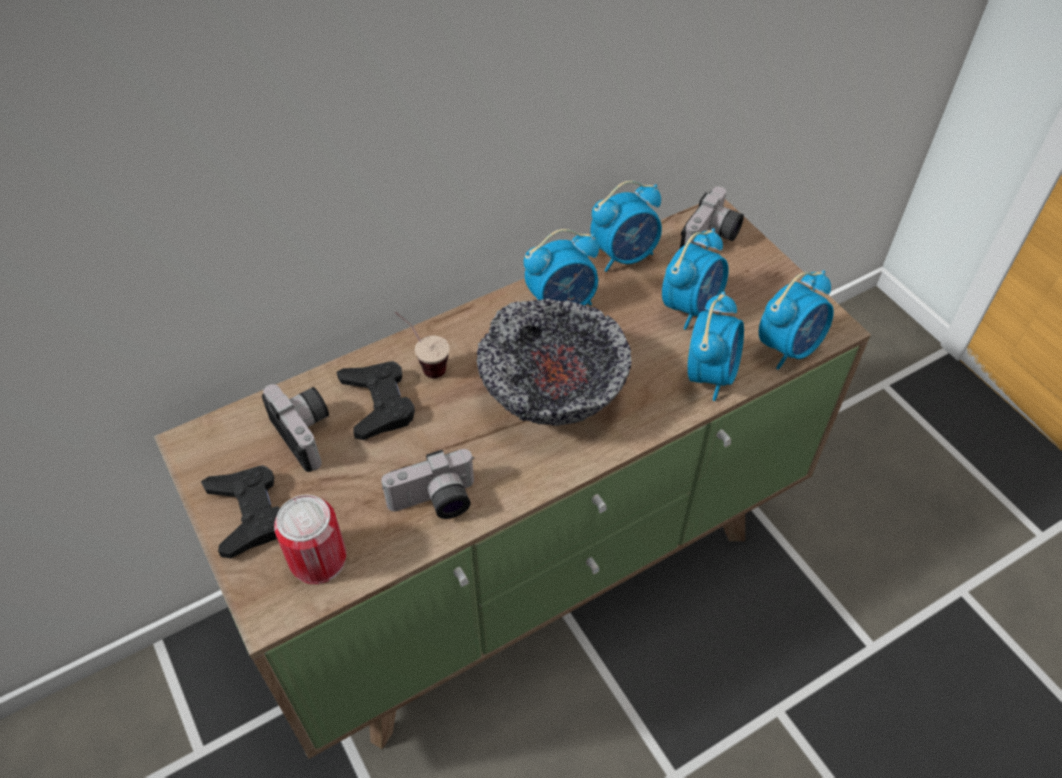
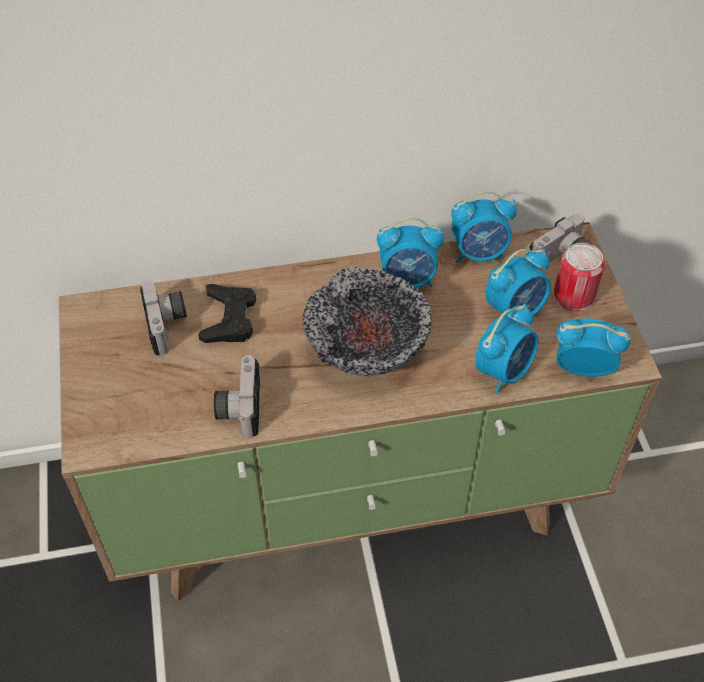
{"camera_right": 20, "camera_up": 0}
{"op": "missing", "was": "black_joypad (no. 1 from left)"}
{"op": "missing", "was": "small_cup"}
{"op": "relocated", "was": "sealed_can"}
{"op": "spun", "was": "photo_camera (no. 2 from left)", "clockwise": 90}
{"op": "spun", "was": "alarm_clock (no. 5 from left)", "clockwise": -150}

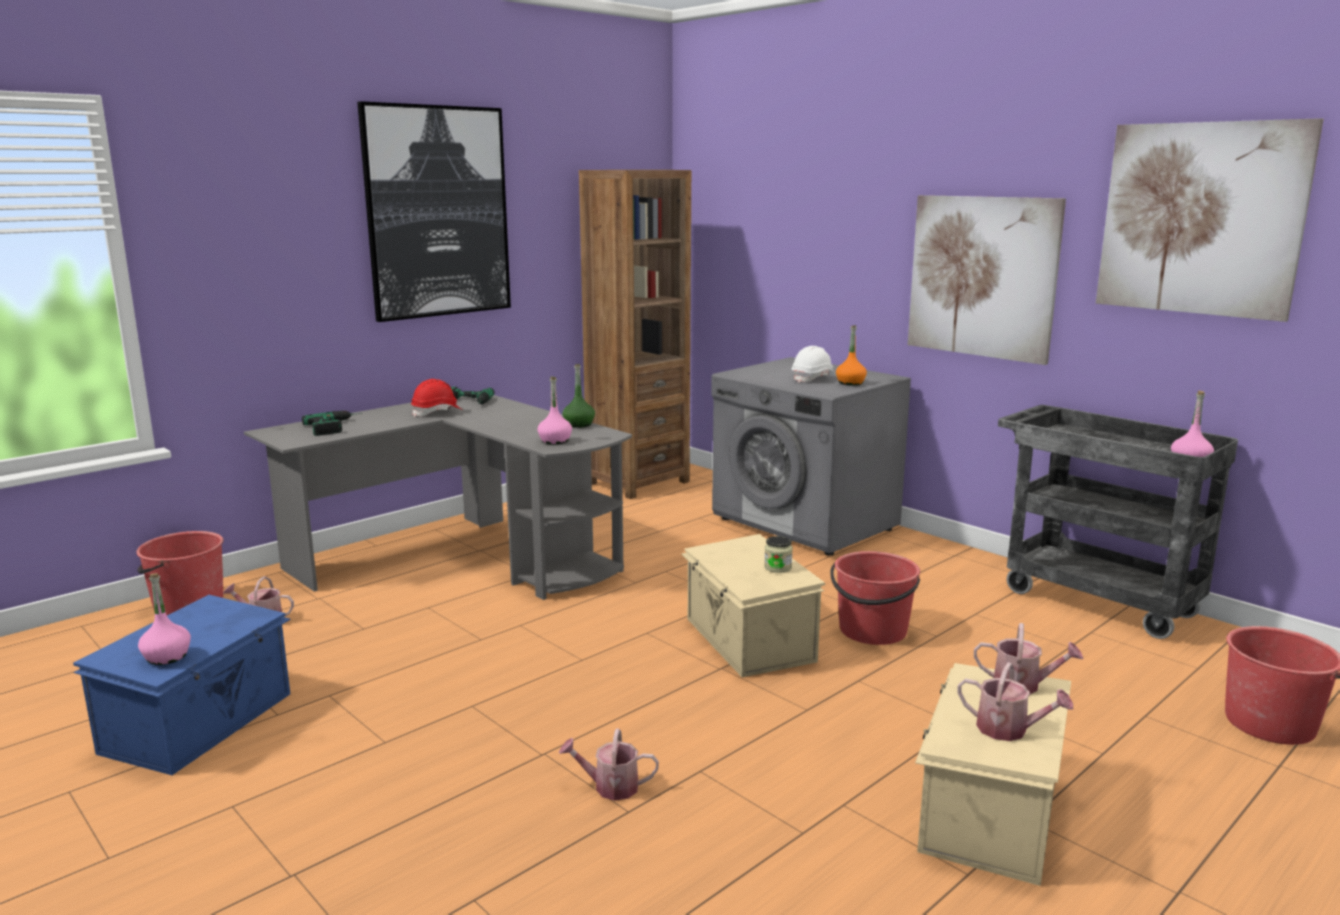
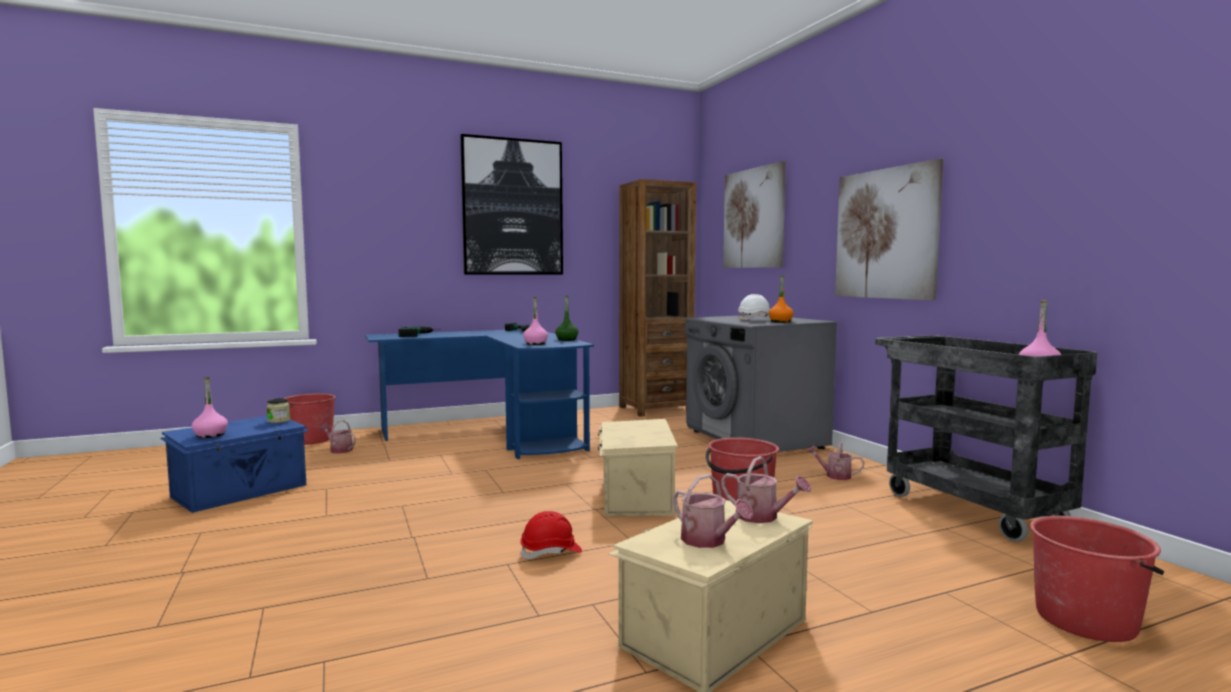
{"camera_right": 20, "camera_up": -10}
{"op": "relocated", "was": "reddish_hard_hat"}
{"op": "relocated", "was": "sprinkling_can (no. 2 from left in the first image)", "now": "sprinkling_can (no. 4 from left)"}
{"op": "relocated", "was": "jar"}
{"op": "relocated", "was": "wall_art (no. 3 from left in the first image)", "now": "wall_art (no. 2 from left)"}
{"op": "colour", "was": "gray_desk", "now": "blue_desk"}

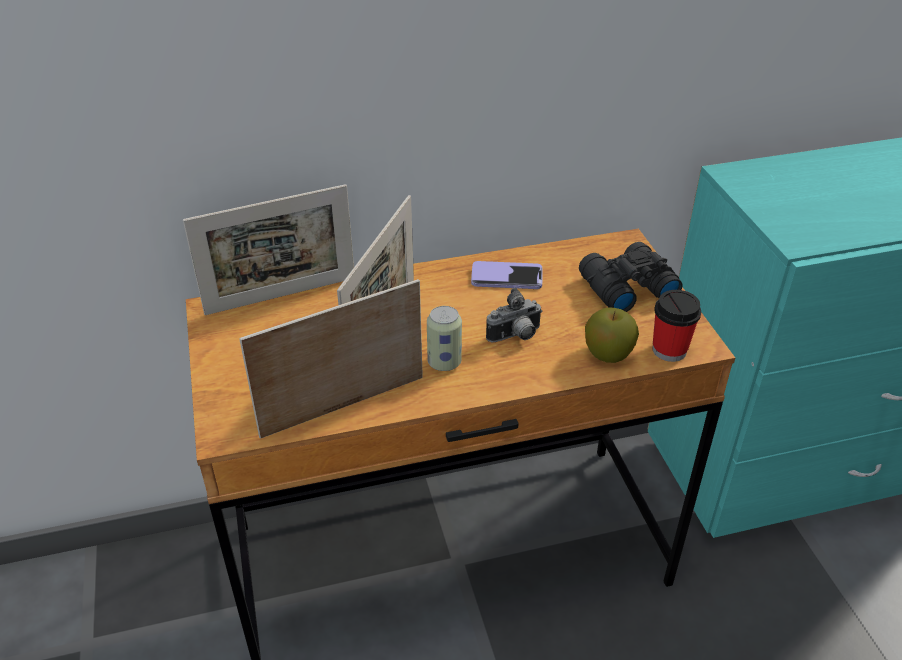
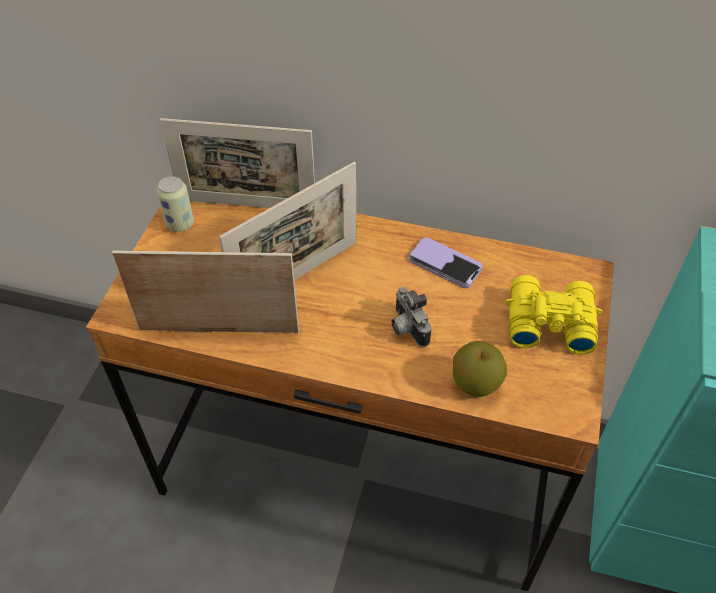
{"camera_right": 30, "camera_up": 10}
{"op": "missing", "was": "small_cup"}
{"op": "relocated", "was": "sealed_can"}
{"op": "colour", "was": "black_field_glasses", "now": "yellow-coloured_field_glasses"}
{"op": "spun", "was": "photo_camera", "clockwise": 60}

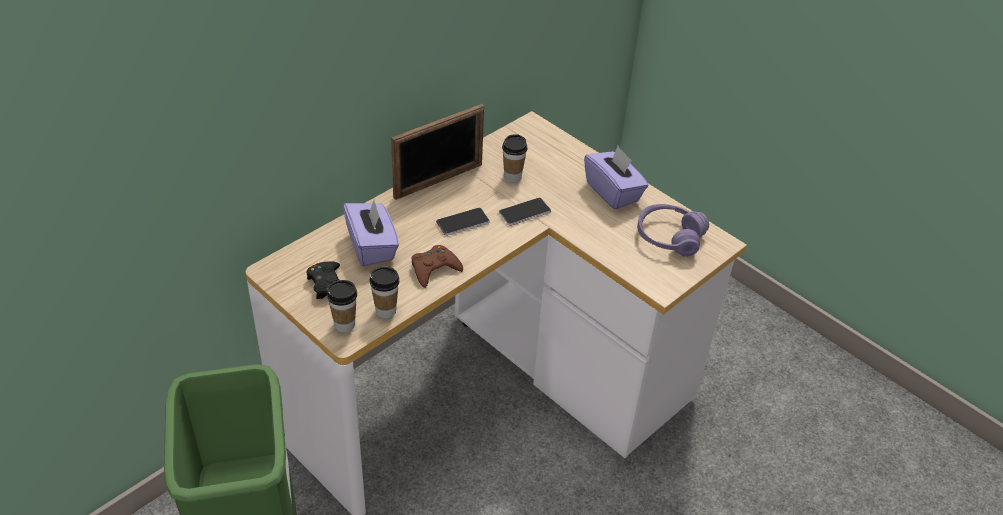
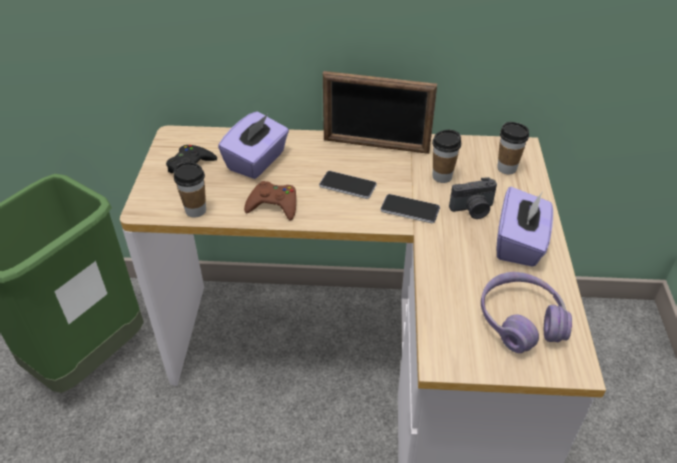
{"camera_right": 50, "camera_up": 0}
{"op": "appeared", "now": "photo_camera"}
{"op": "relocated", "was": "small_cup (no. 1 from left in the first image)", "now": "small_cup (no. 3 from left)"}

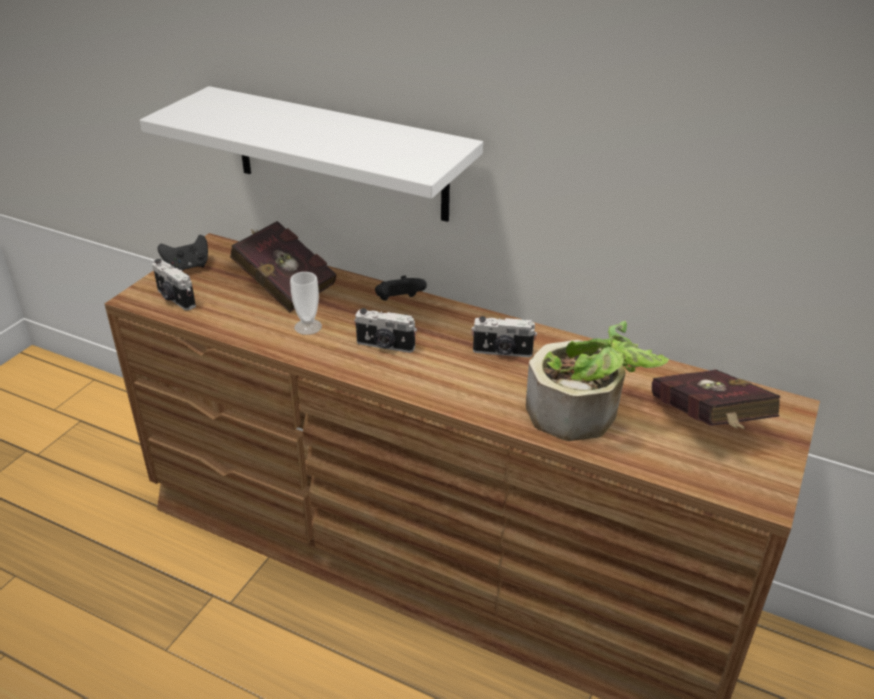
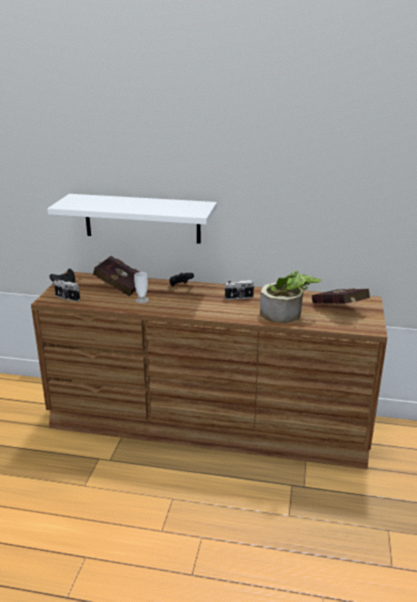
{"camera_right": -15, "camera_up": -10}
{"op": "missing", "was": "photo_camera (no. 2 from left)"}

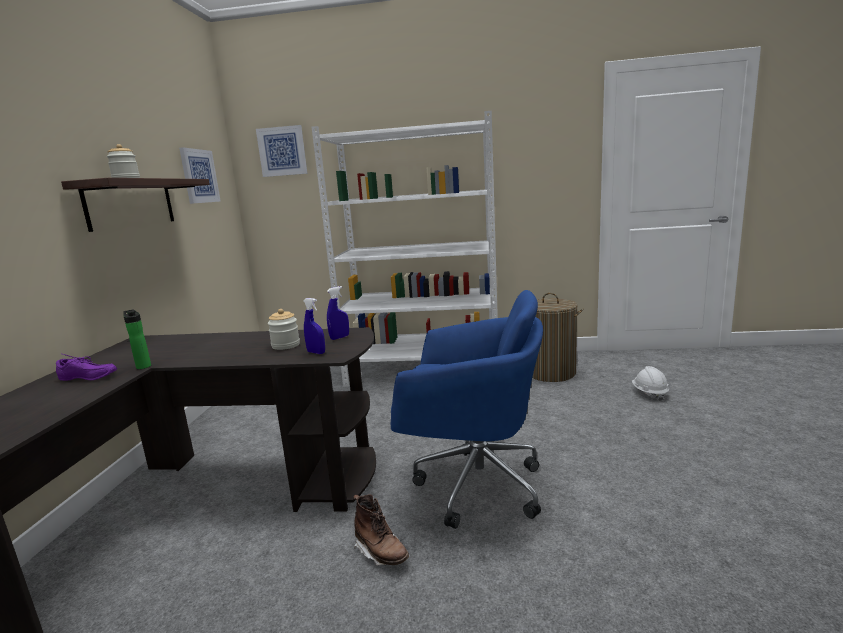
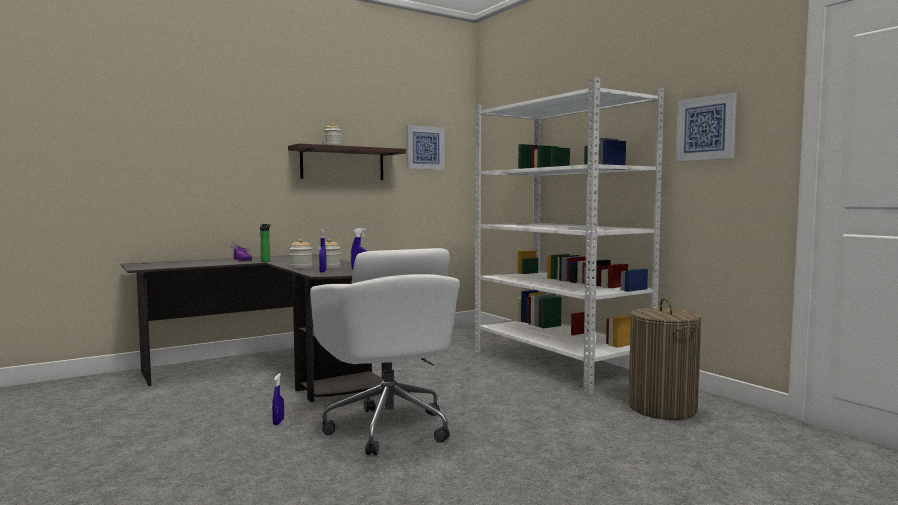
{"camera_right": 50, "camera_up": -10}
{"op": "missing", "was": "whitish_hard_hat"}
{"op": "appeared", "now": "jar (no. 1 from left)"}
{"op": "relocated", "was": "wall_art (no. 2 from left)"}
{"op": "exchanged", "was": "brownish_high-top_boot", "now": "blue_sprayer (no. 1 from left)"}
{"op": "colour", "was": "blue_desk_chair", "now": "whitish_desk_chair"}

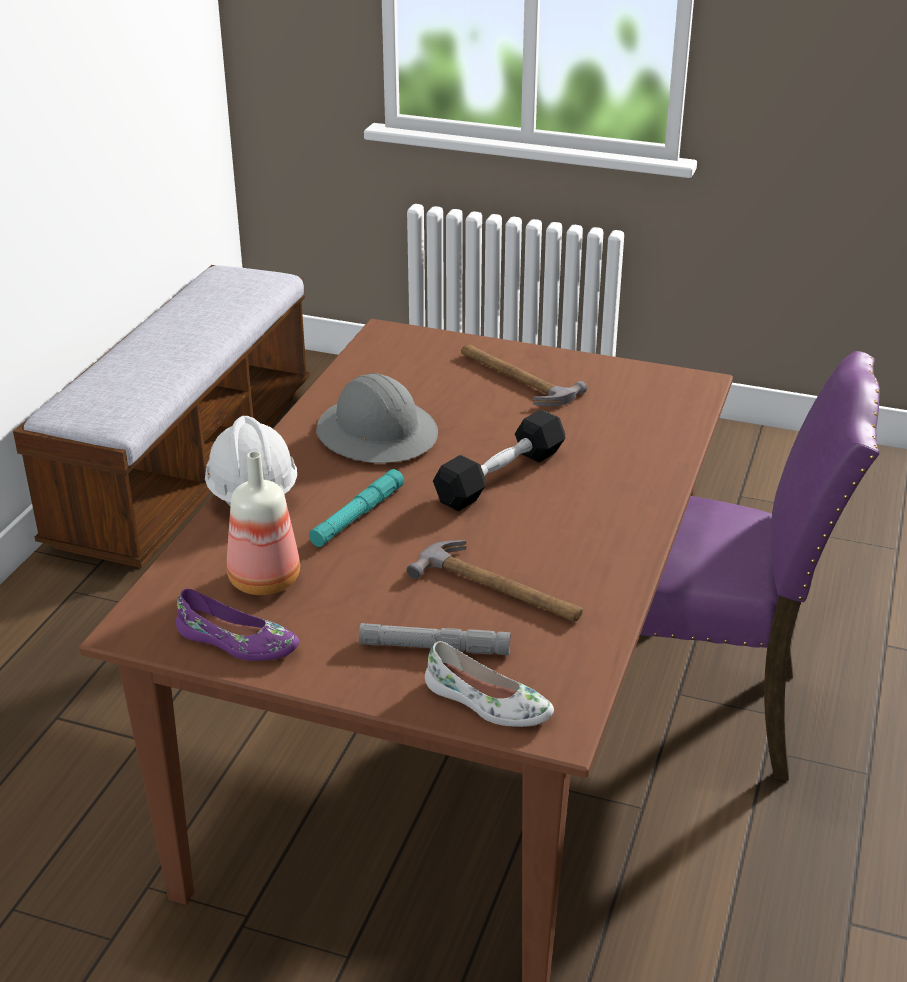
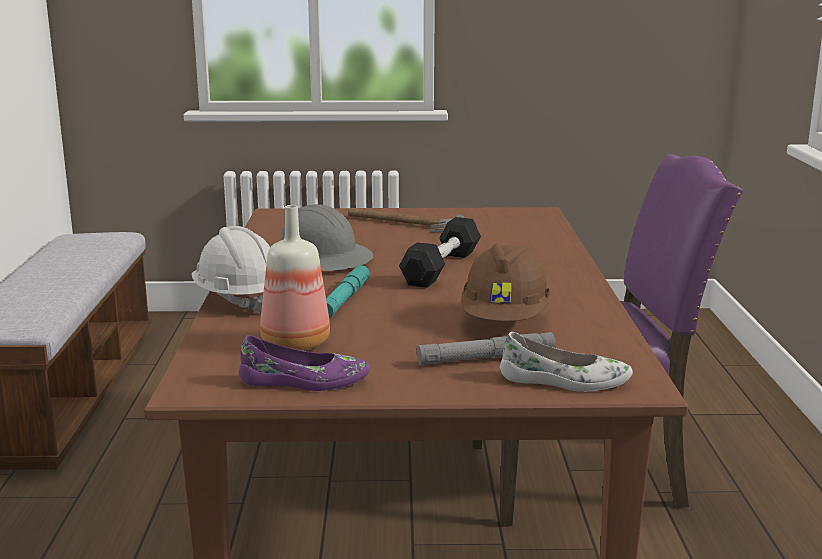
{"camera_right": -20, "camera_up": -15}
{"op": "exchanged", "was": "tool_hammer (no. 1 from left)", "now": "brownish_hard_hat"}

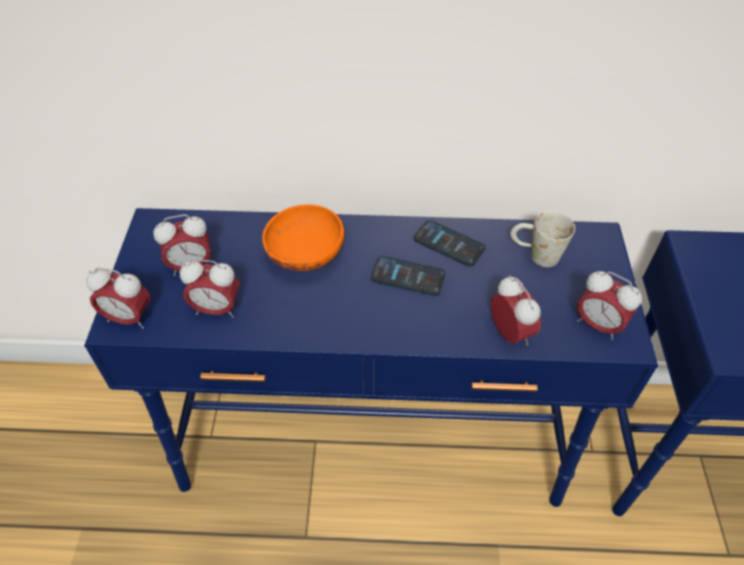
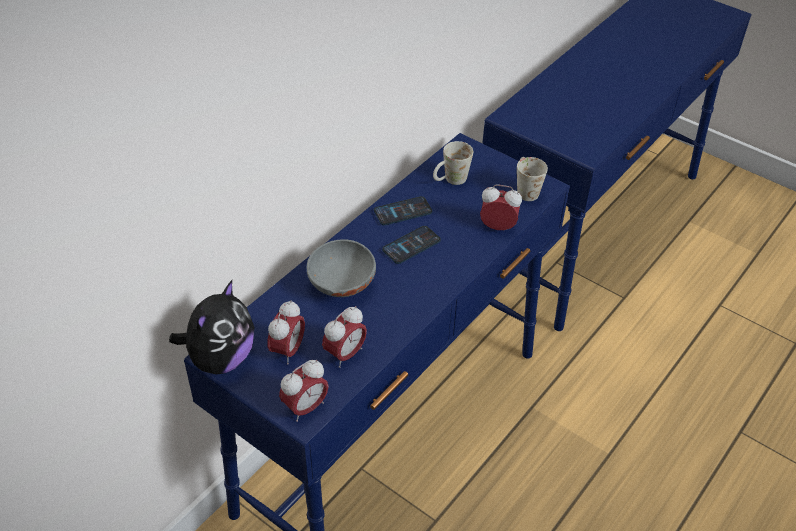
{"camera_right": -55, "camera_up": -5}
{"op": "appeared", "now": "soft_toy"}
{"op": "exchanged", "was": "alarm_clock (no. 5 from left)", "now": "whitish_mug (no. 2 from left)"}
{"op": "colour", "was": "orange-coloured_serving_bowl", "now": "gray_serving_bowl"}

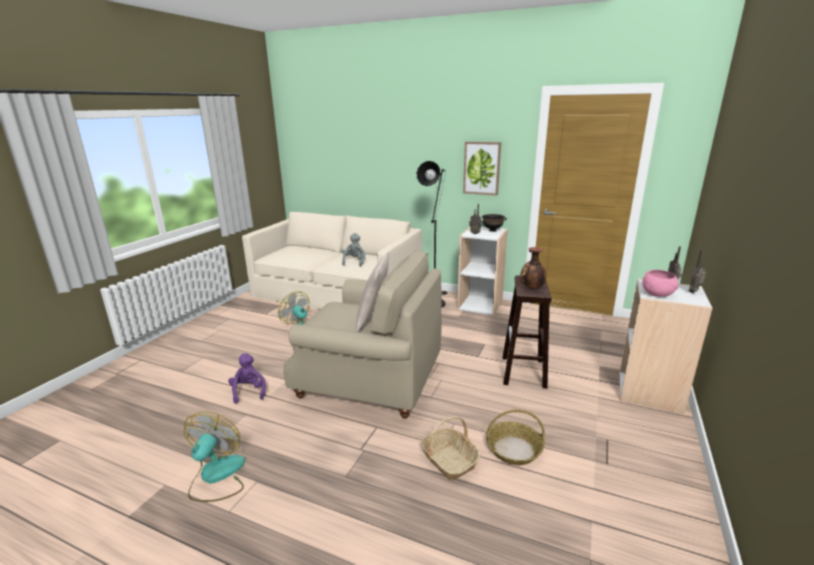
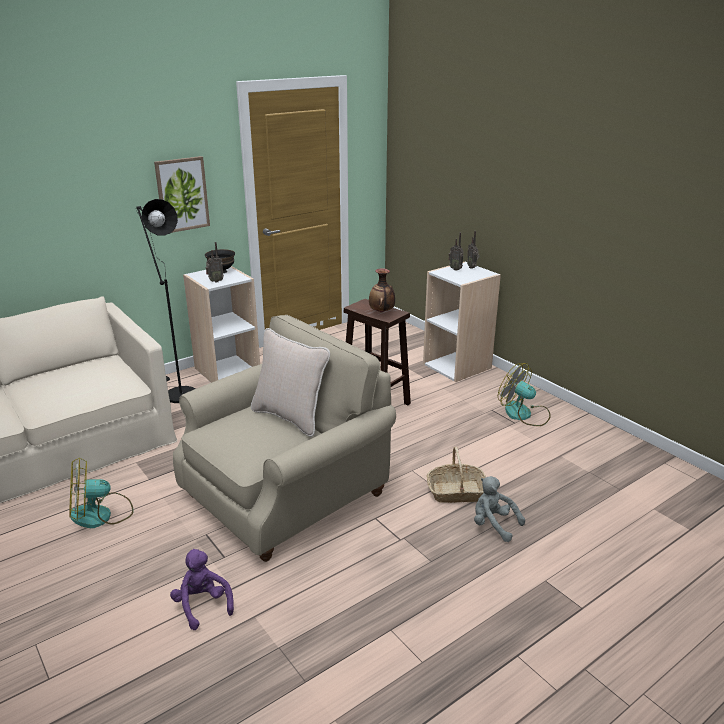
{"camera_right": -60, "camera_up": 5}
{"op": "missing", "was": "basket (no. 2 from left)"}
{"op": "missing", "was": "pinkish_serving_bowl"}
{"op": "relocated", "was": "electric_fan (no. 1 from left in the first image)", "now": "electric_fan (no. 2 from left)"}
{"op": "relocated", "was": "gray_soft_toy"}
{"op": "spun", "was": "purplish_soft_toy", "clockwise": 45}

